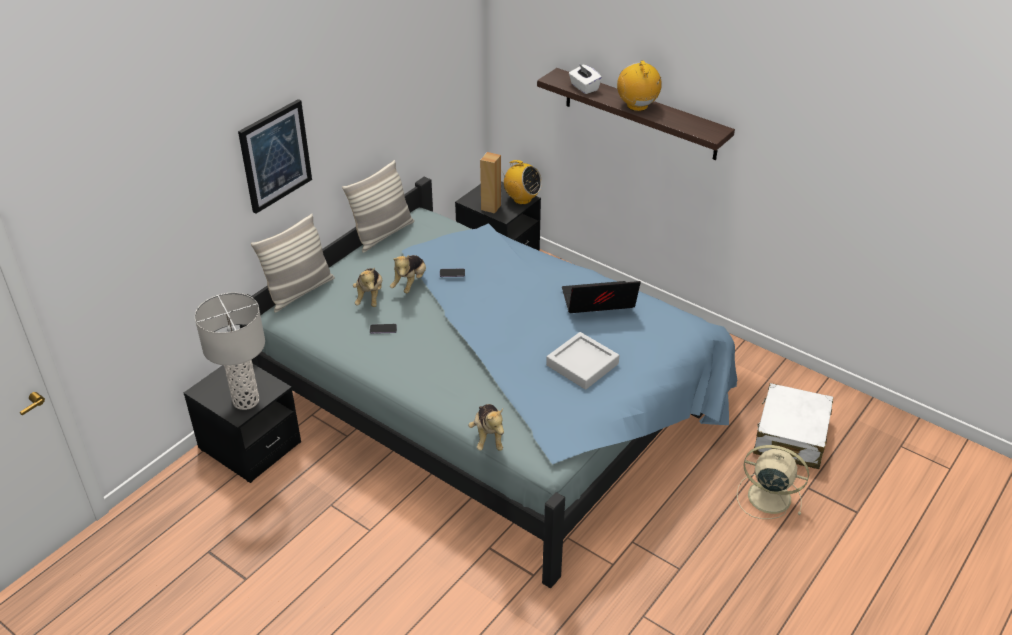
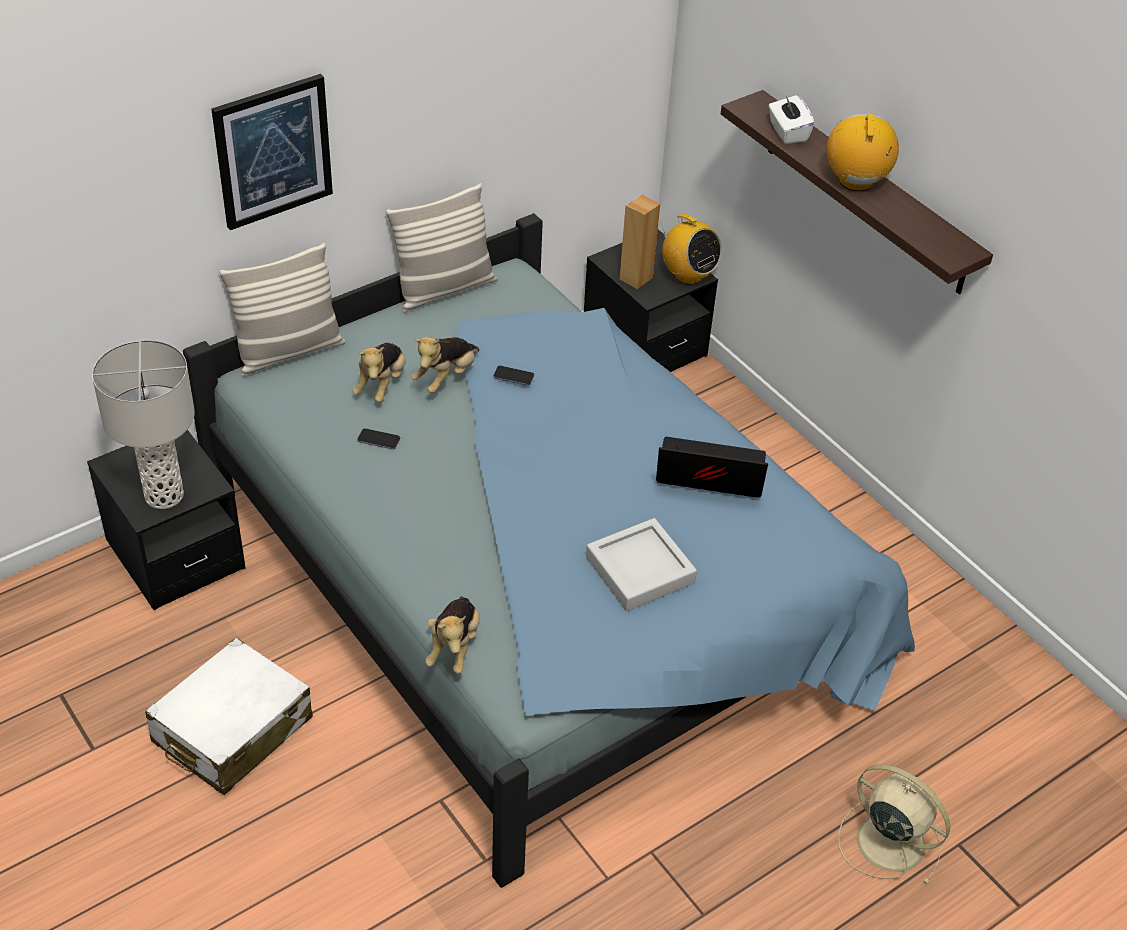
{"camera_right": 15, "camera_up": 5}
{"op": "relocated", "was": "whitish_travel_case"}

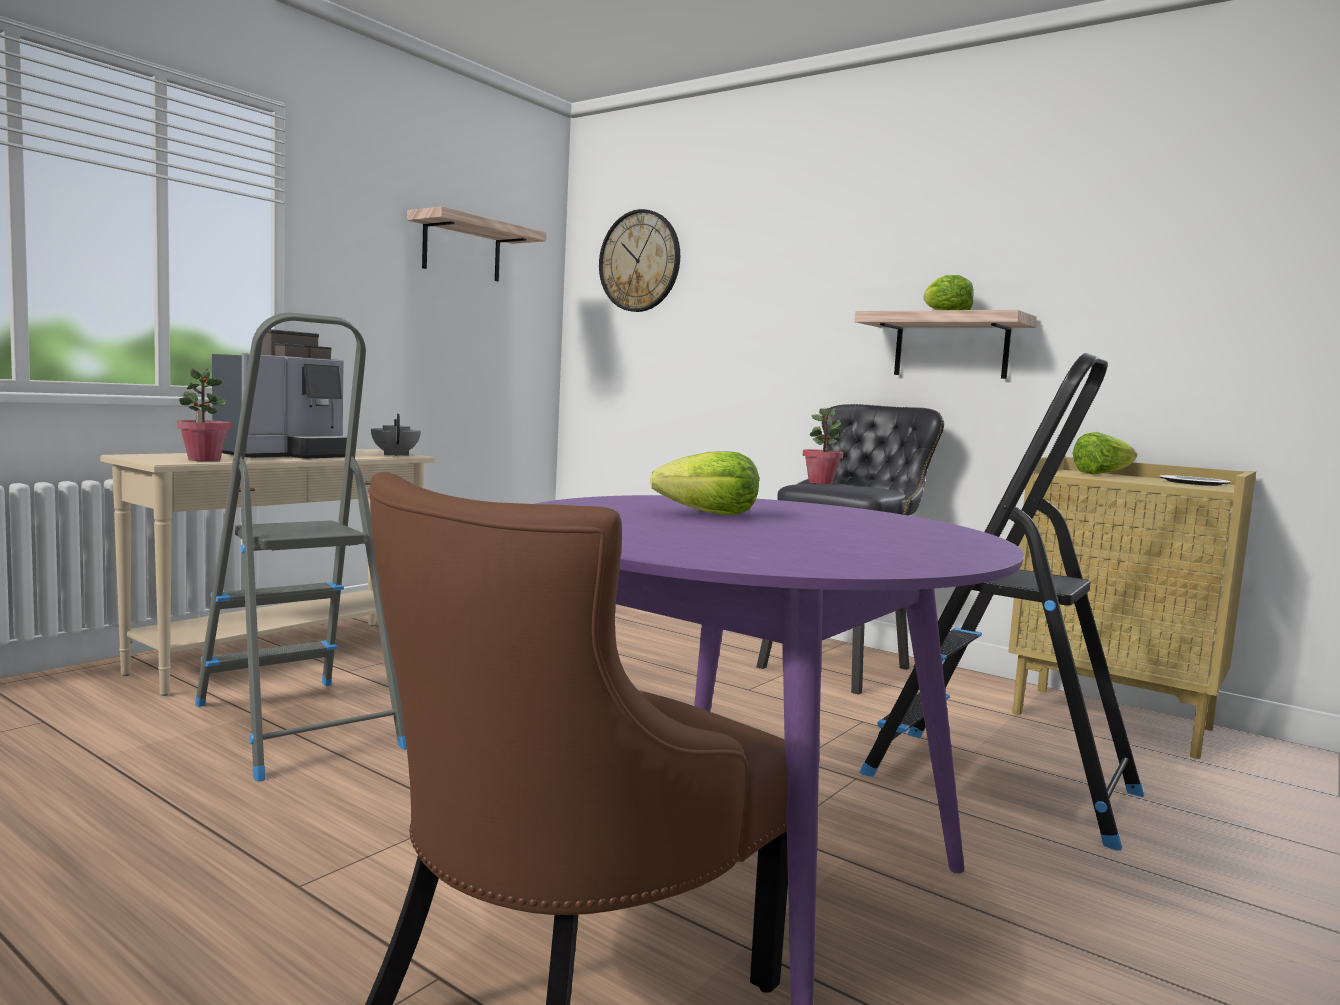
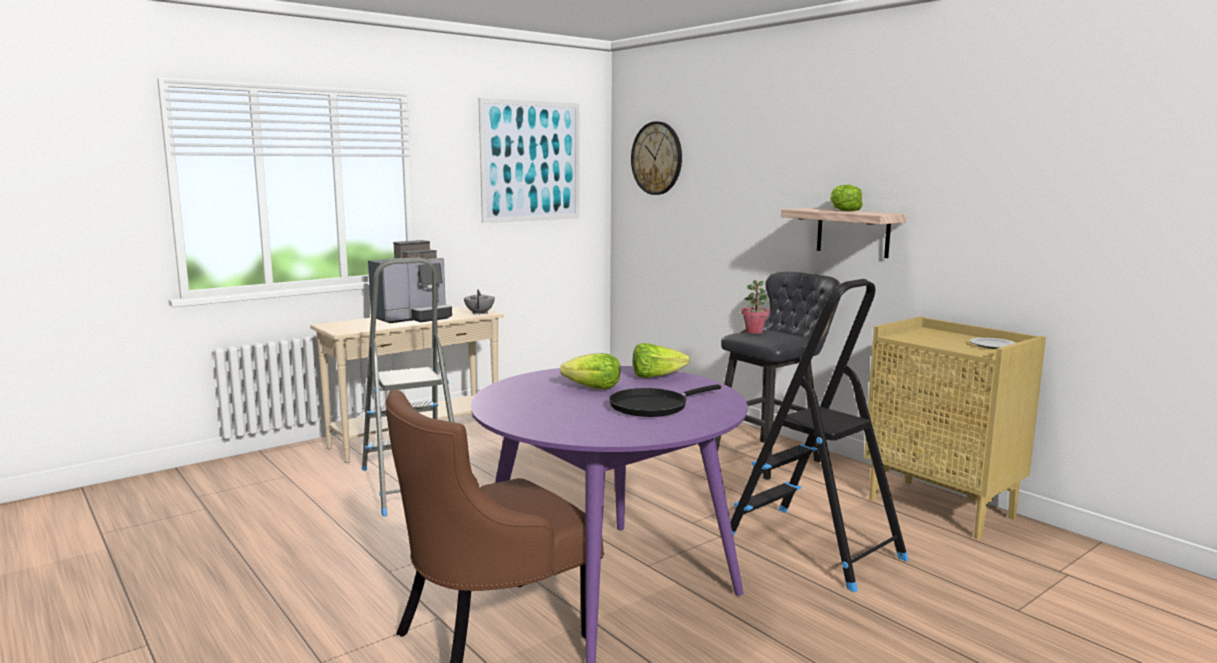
{"camera_right": 15, "camera_up": 5}
{"op": "missing", "was": "potted_plant (no. 1 from left)"}
{"op": "appeared", "now": "black_pan"}
{"op": "relocated", "was": "lettuce_head (no. 3 from left in the first image)", "now": "lettuce_head (no. 2 from left)"}
{"op": "exchanged", "was": "bracket_shelf (no. 1 from left)", "now": "wall_art"}

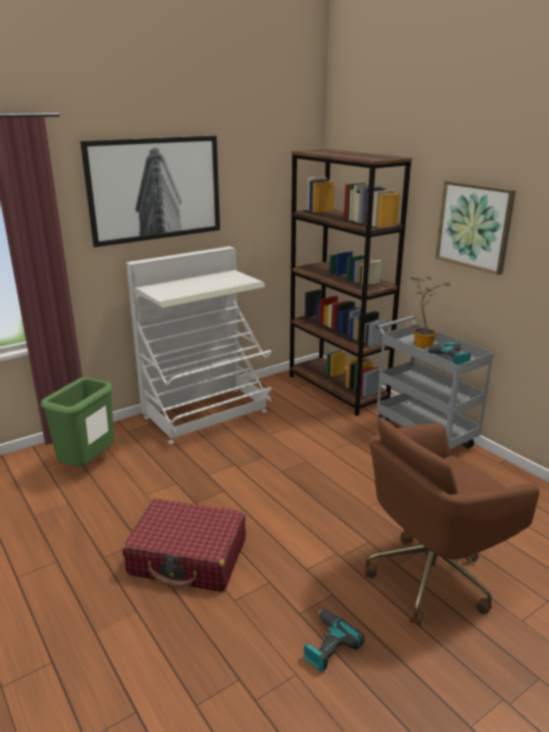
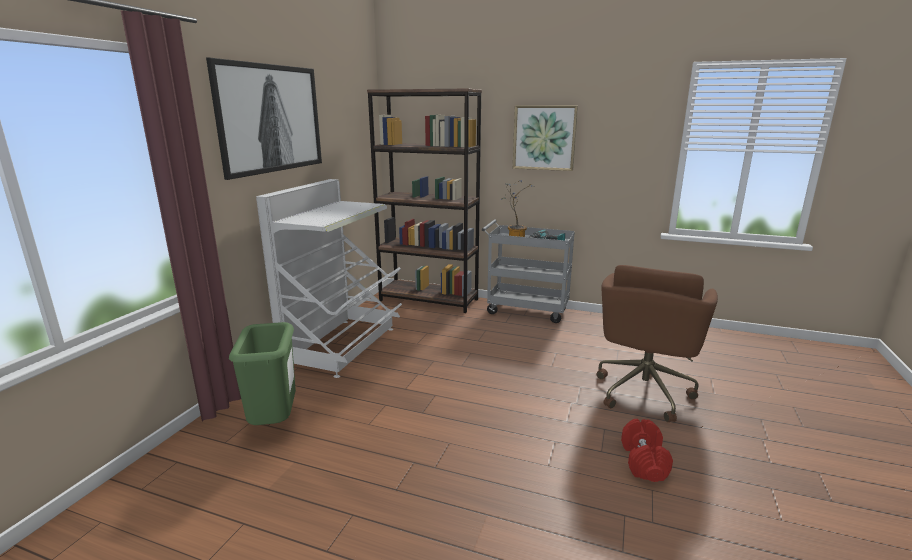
{"camera_right": -35, "camera_up": -5}
{"op": "missing", "was": "reddish_travel_case"}
{"op": "exchanged", "was": "power_drill (no. 1 from left)", "now": "reddish_hand_weight"}

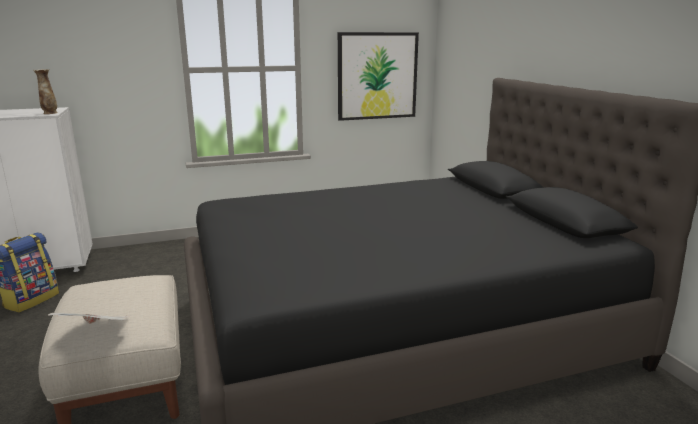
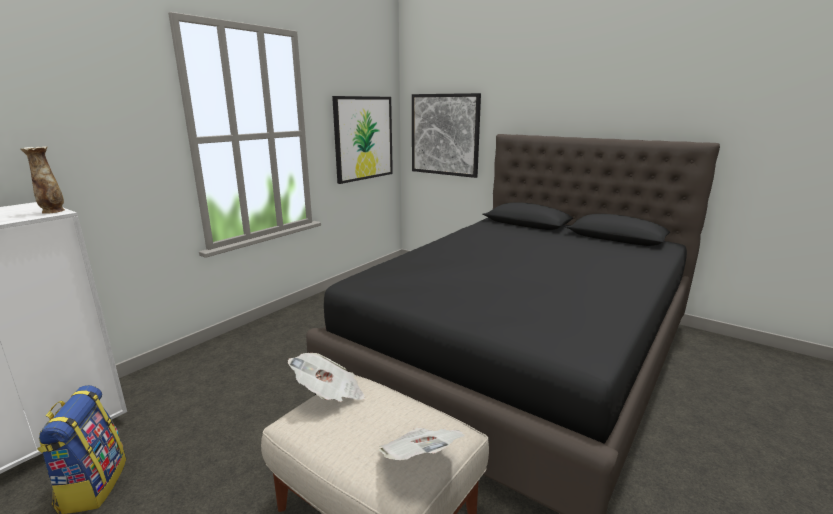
{"camera_right": -35, "camera_up": 0}
{"op": "appeared", "now": "printed_paper (no. 1 from left)"}
{"op": "appeared", "now": "wall_art (no. 2 from left)"}

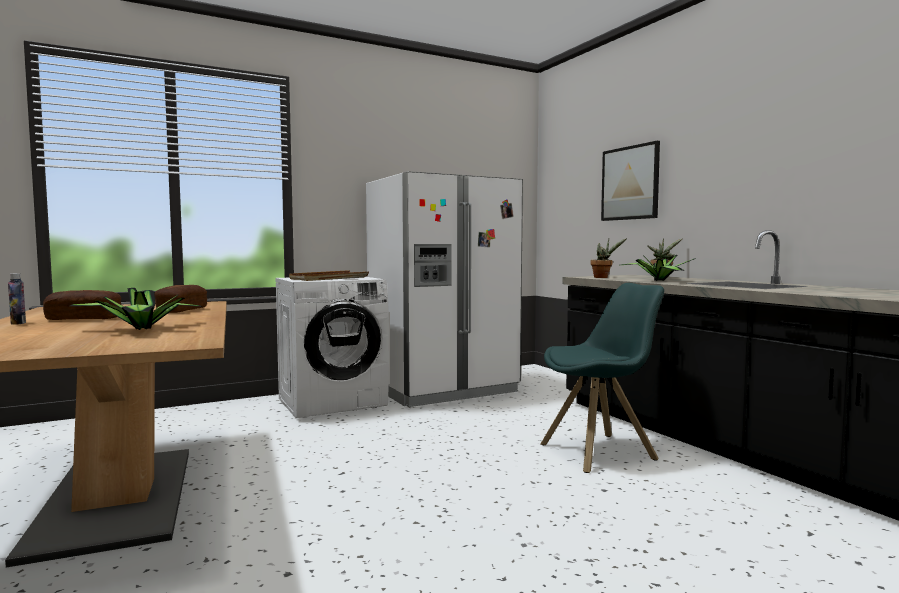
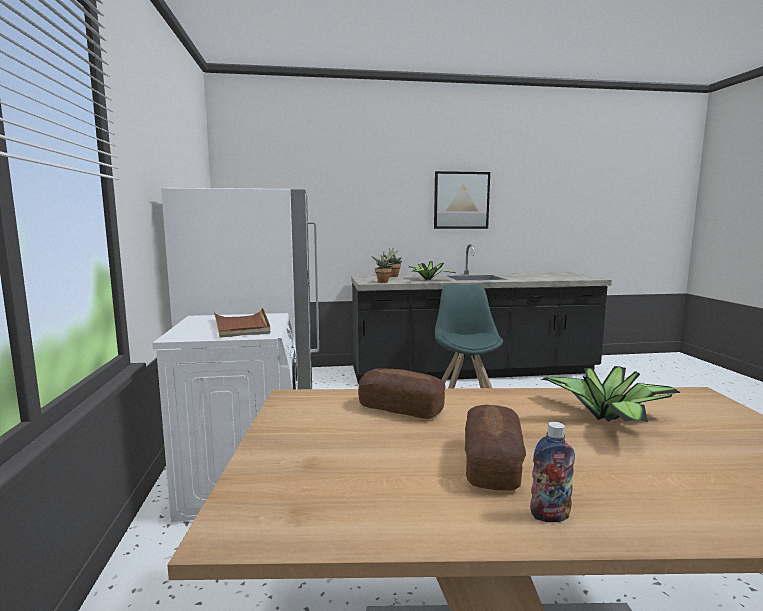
{"camera_right": -70, "camera_up": 5}
{"op": "relocated", "was": "wall_art"}

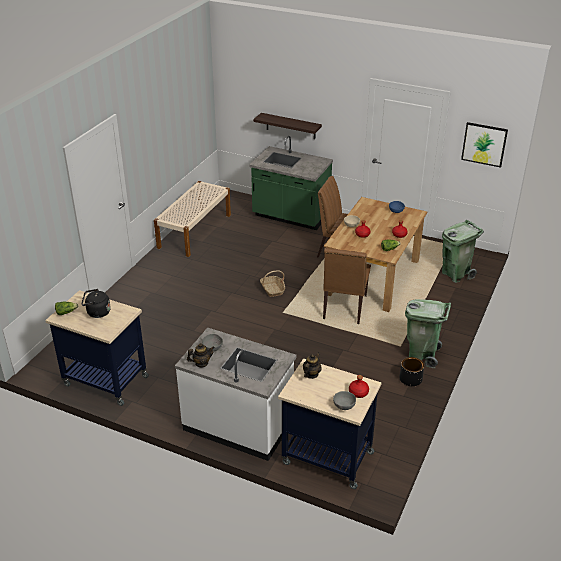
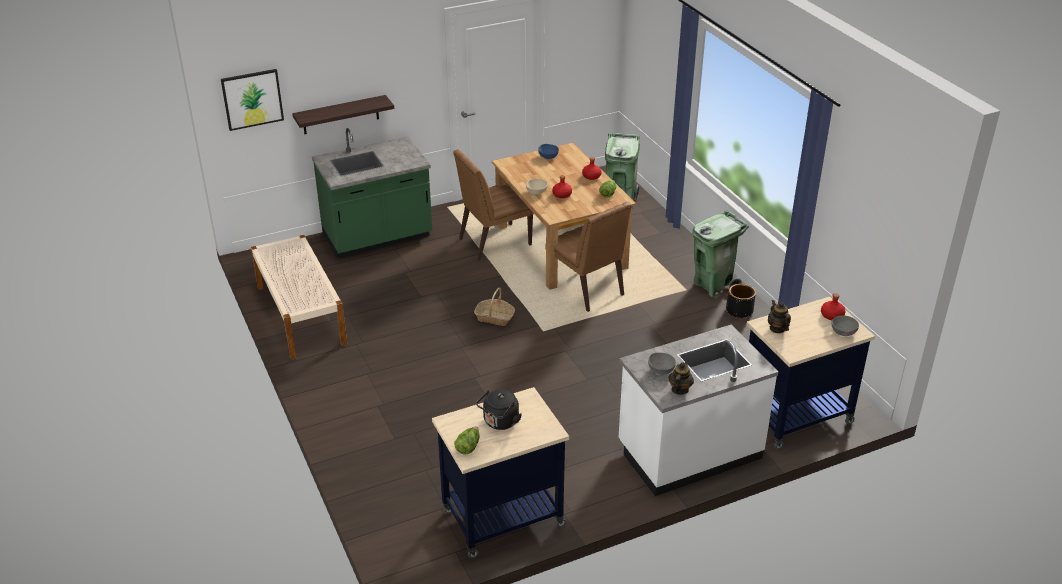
{"camera_right": -50, "camera_up": 0}
{"op": "relocated", "was": "wall_art"}

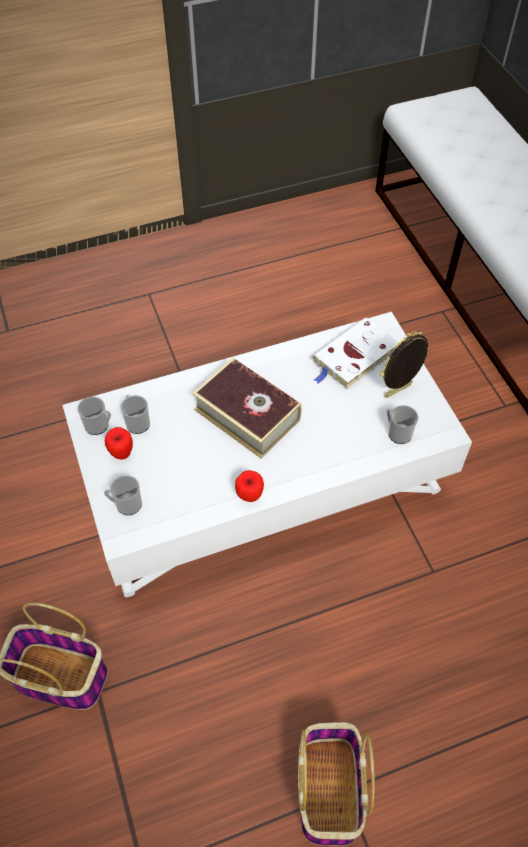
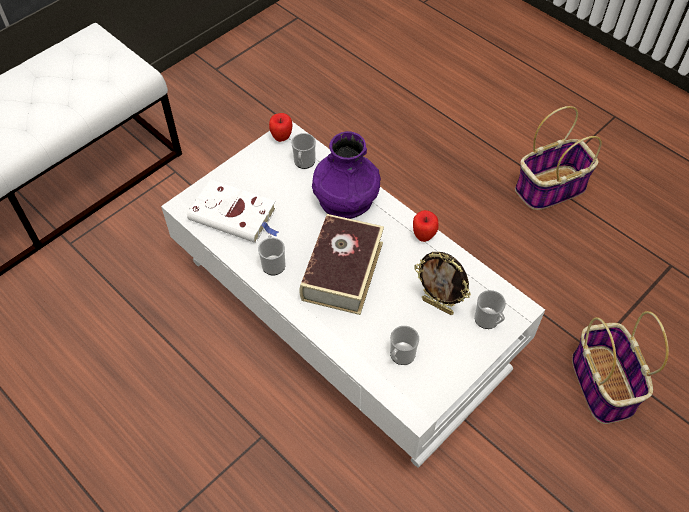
{"camera_right": -115, "camera_up": 0}
{"op": "appeared", "now": "purplish_flower_vase"}
{"op": "relocated", "was": "mug (no. 1 from left)"}
{"op": "relocated", "was": "whole_apple (no. 1 from left)"}
{"op": "relocated", "was": "standing_frame"}

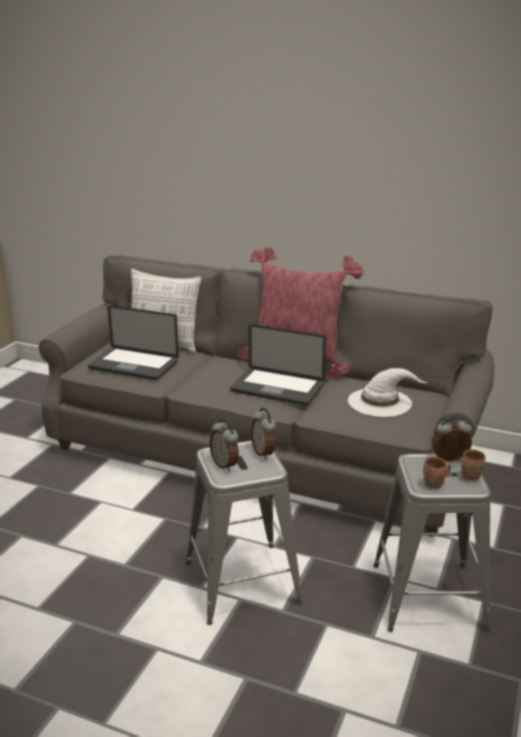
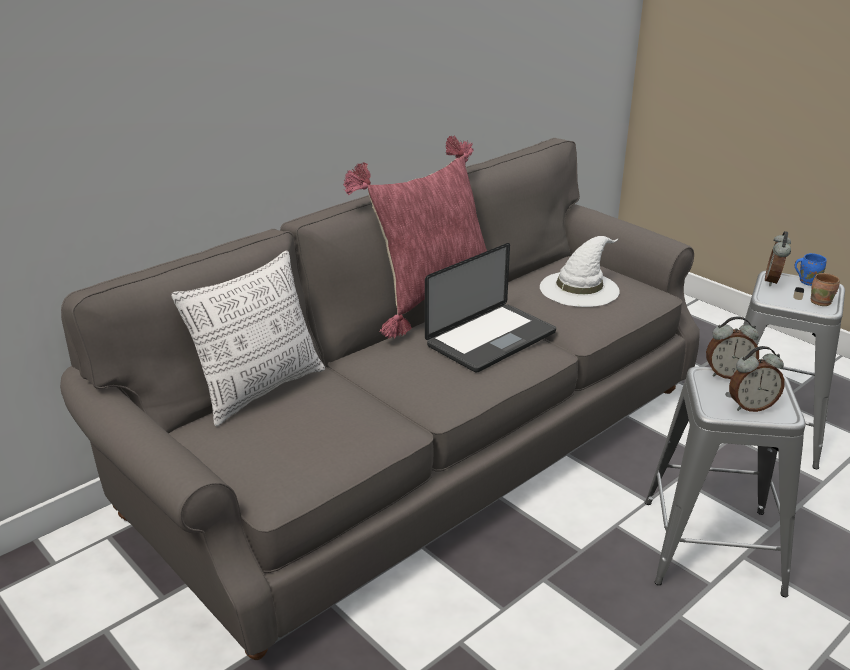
{"camera_right": -65, "camera_up": 5}
{"op": "missing", "was": "notebook_computer (no. 1 from left)"}
{"op": "colour", "was": "brownish_mug (no. 2 from left)", "now": "blue_mug"}

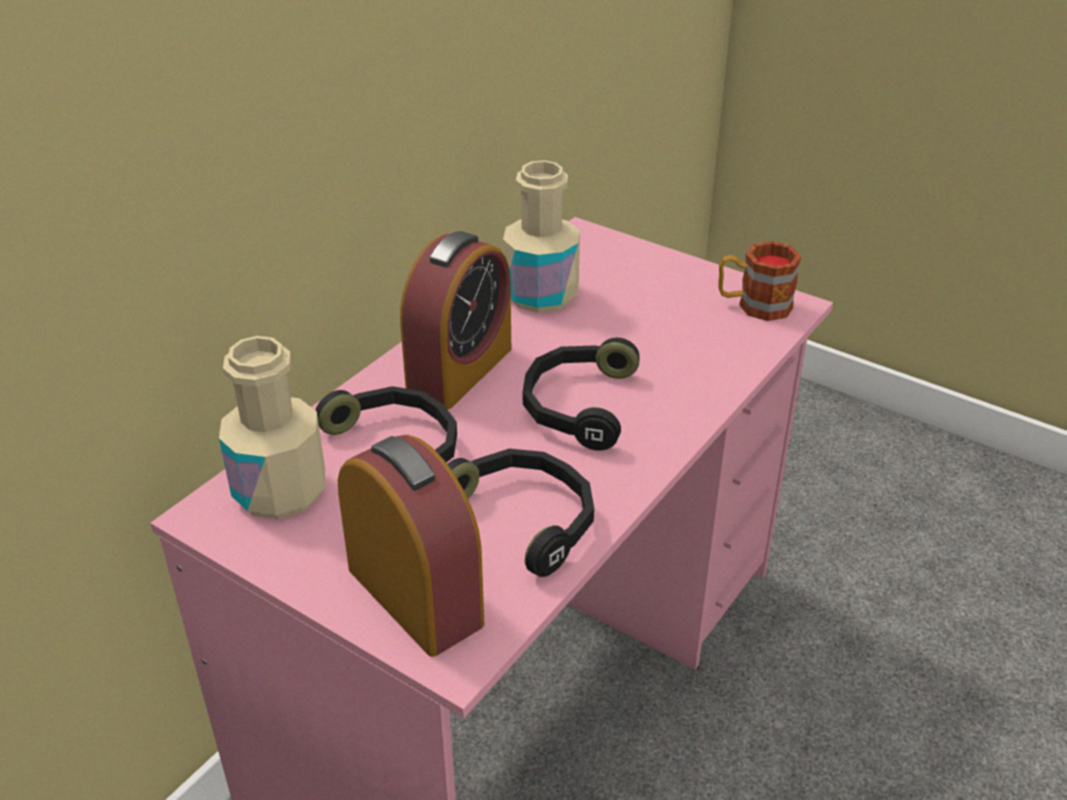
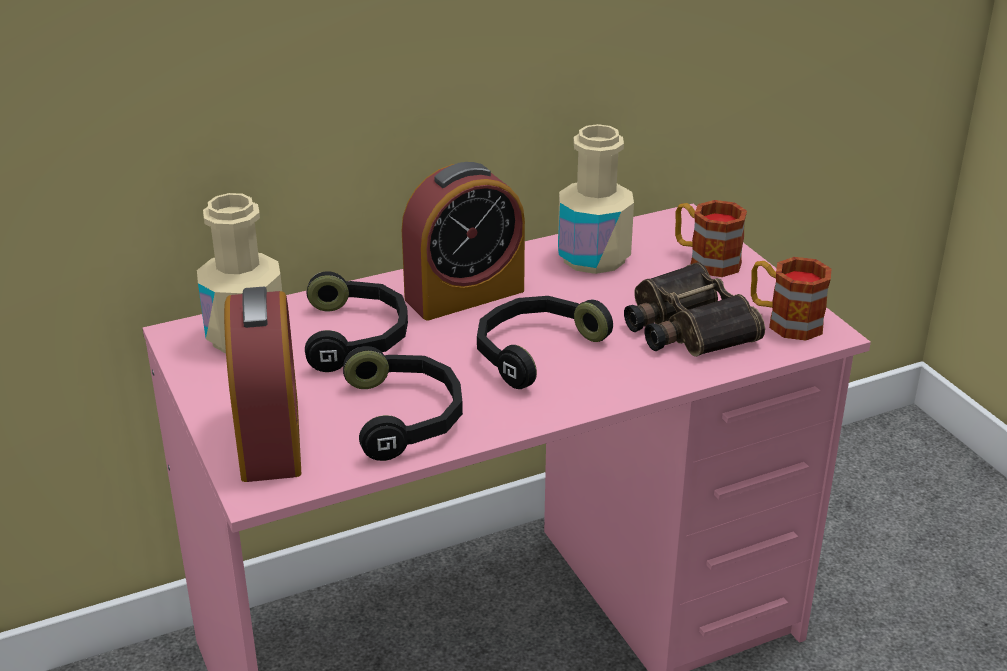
{"camera_right": 30, "camera_up": -5}
{"op": "appeared", "now": "field_glasses"}
{"op": "appeared", "now": "mug (no. 1 from left)"}

